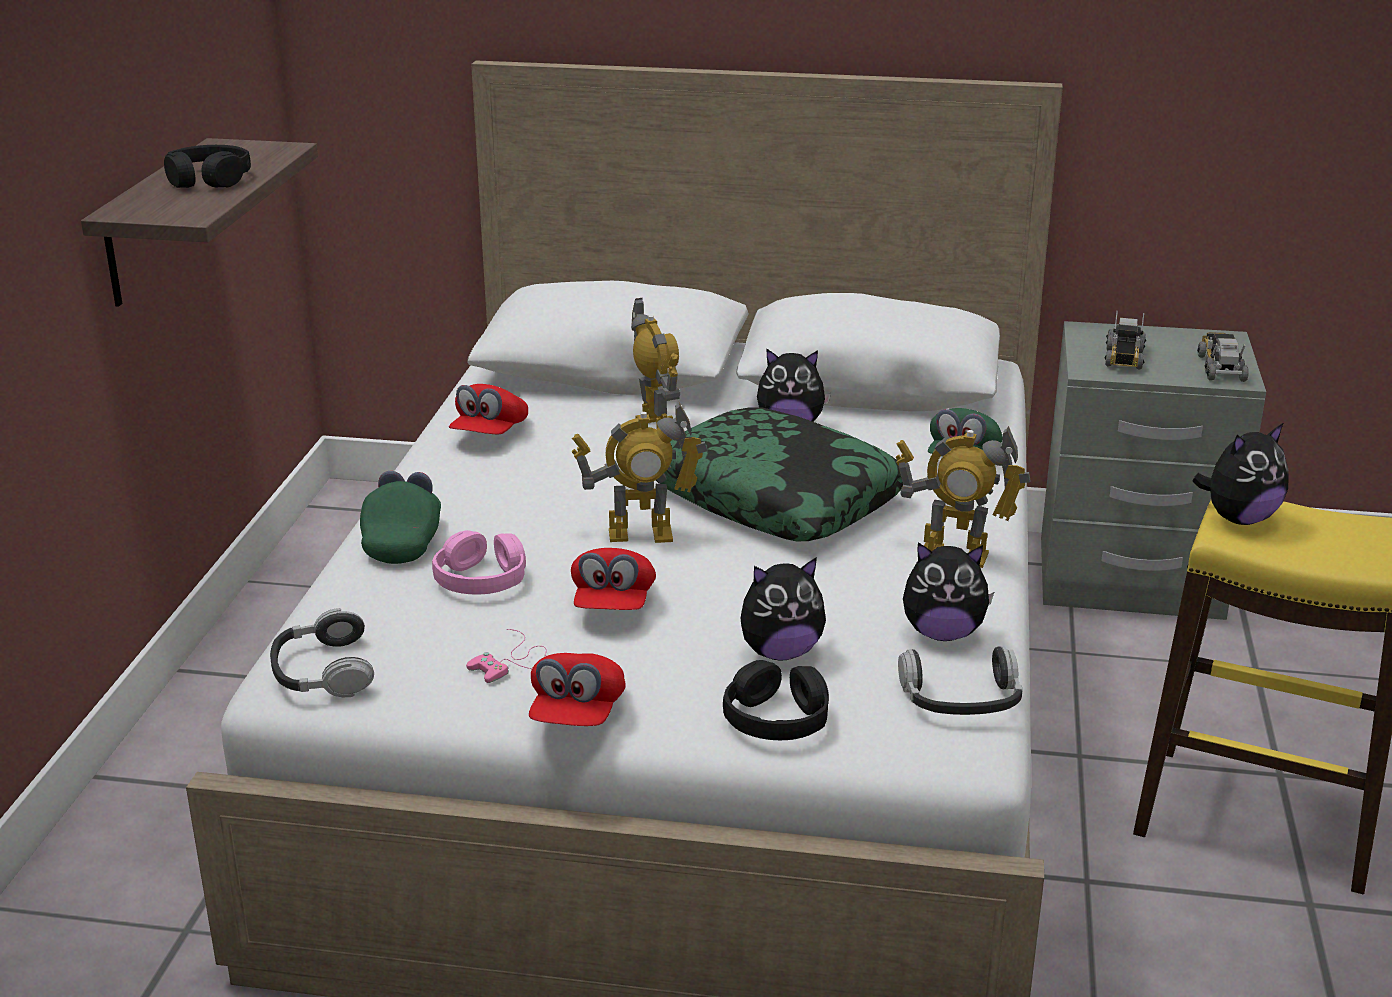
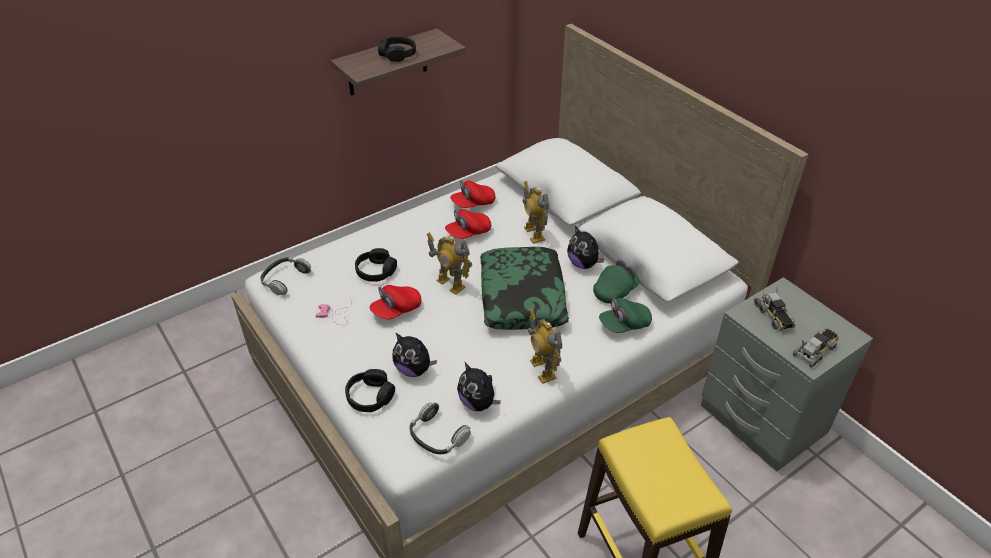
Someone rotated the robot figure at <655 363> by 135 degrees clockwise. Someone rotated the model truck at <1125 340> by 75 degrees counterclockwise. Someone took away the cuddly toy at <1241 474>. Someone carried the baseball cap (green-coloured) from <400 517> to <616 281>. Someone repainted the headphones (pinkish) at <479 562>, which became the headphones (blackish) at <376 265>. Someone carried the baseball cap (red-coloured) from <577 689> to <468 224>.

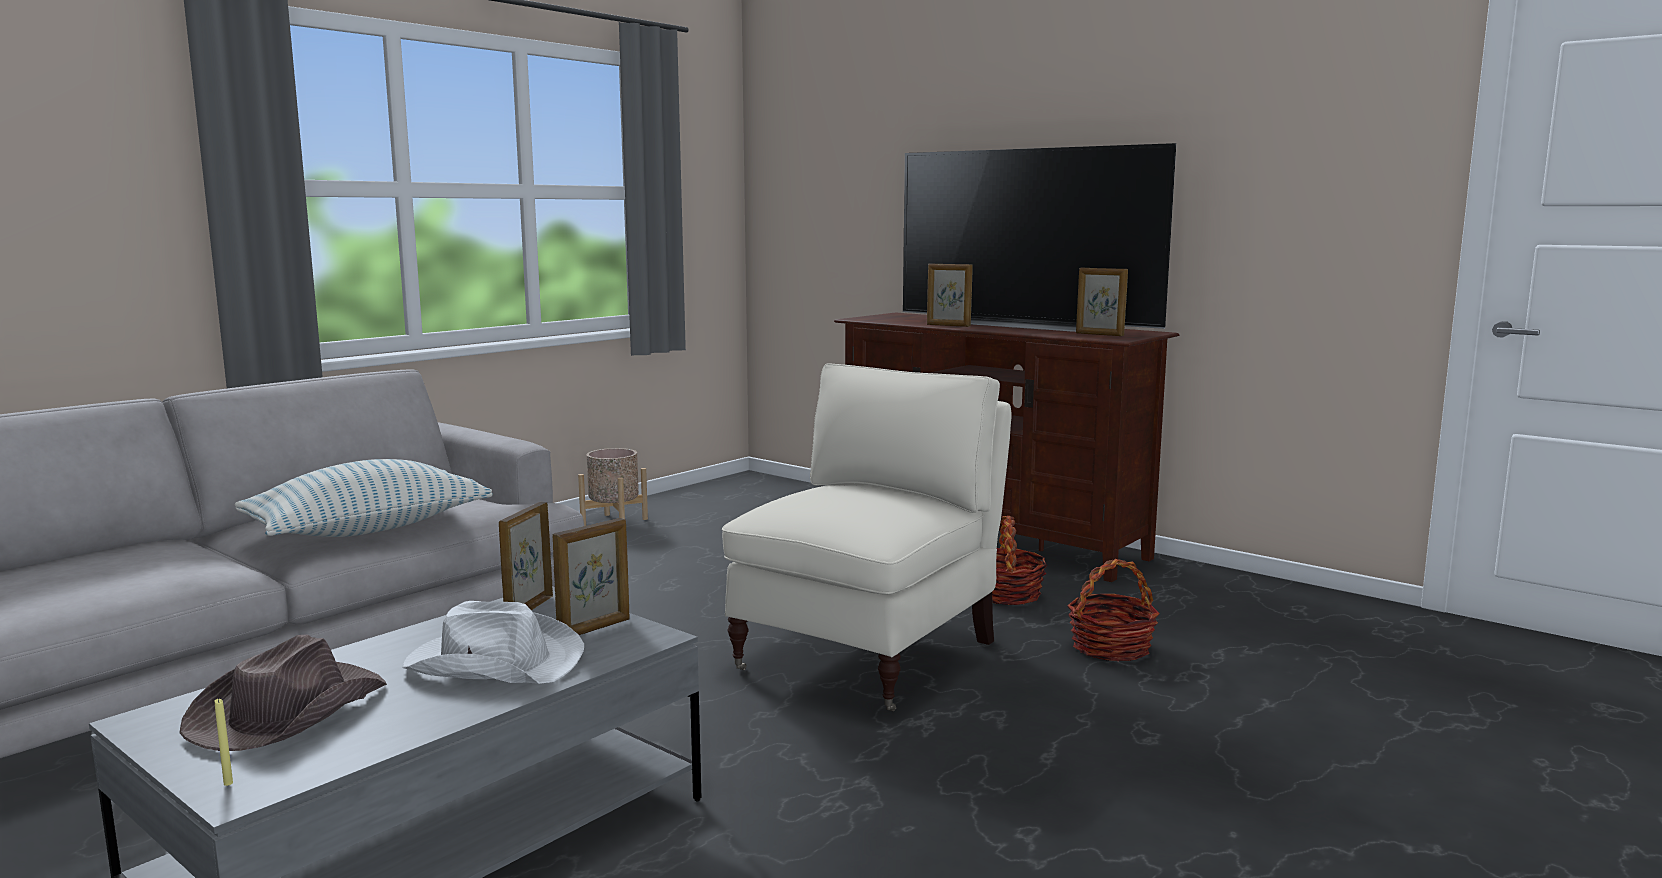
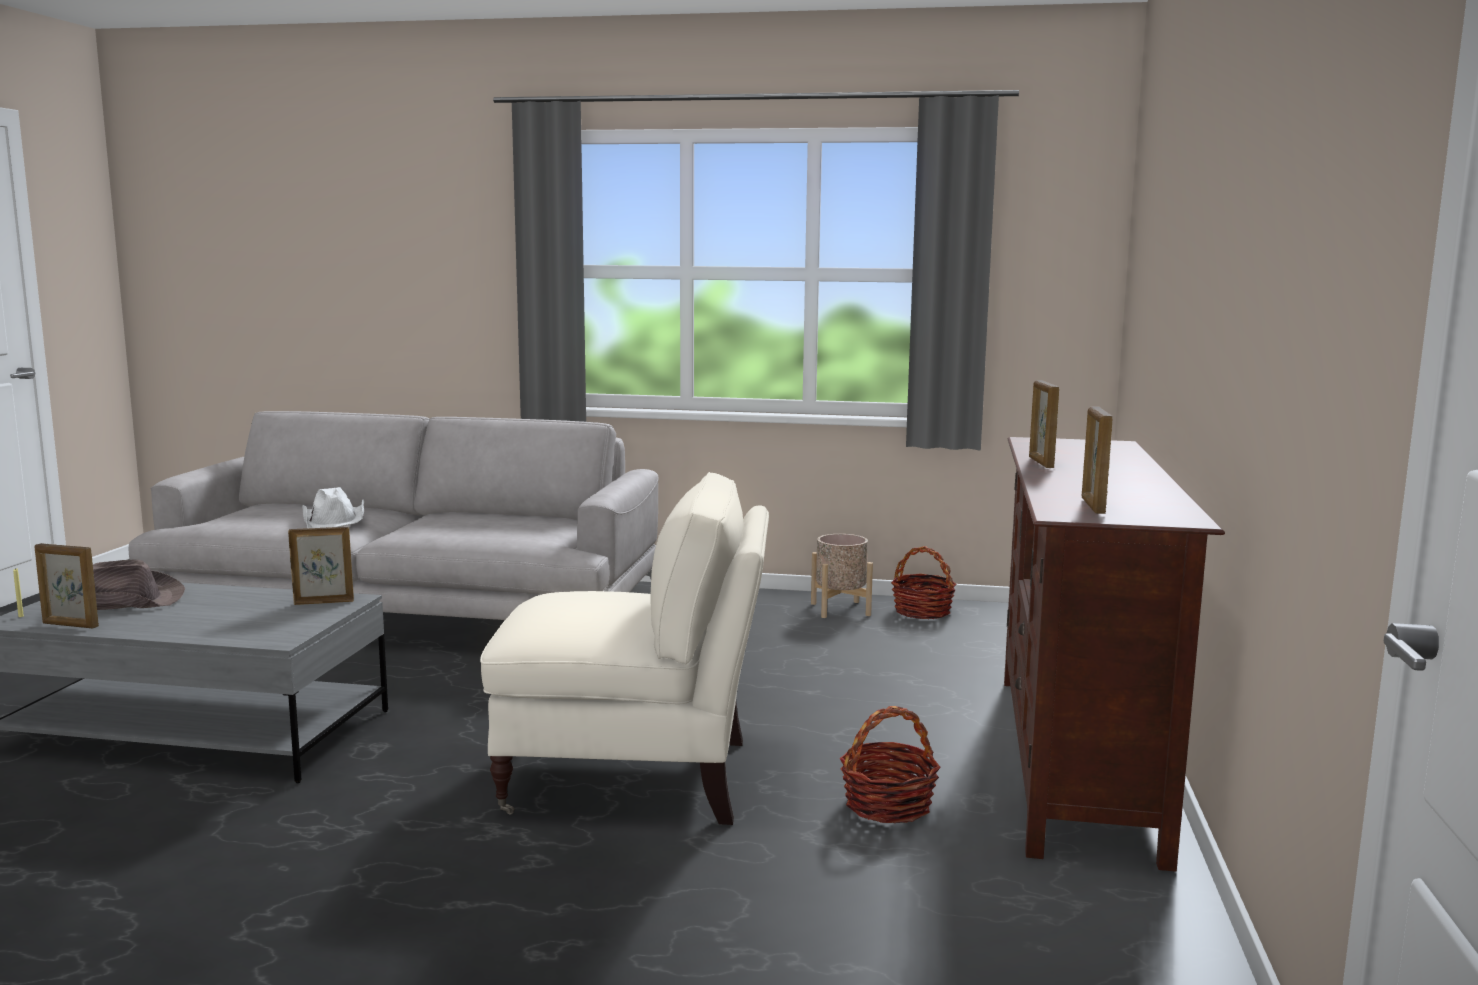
Someone took away the TV at <1039 237>. Someone took away the cushion at <363 498>. Someone carried the standing frame from <590 576> to <67 585>. Someone carried the household basket from <1113 610> to <923 582>. Someone carried the clothing hat (white) from <493 642> to <333 507>.

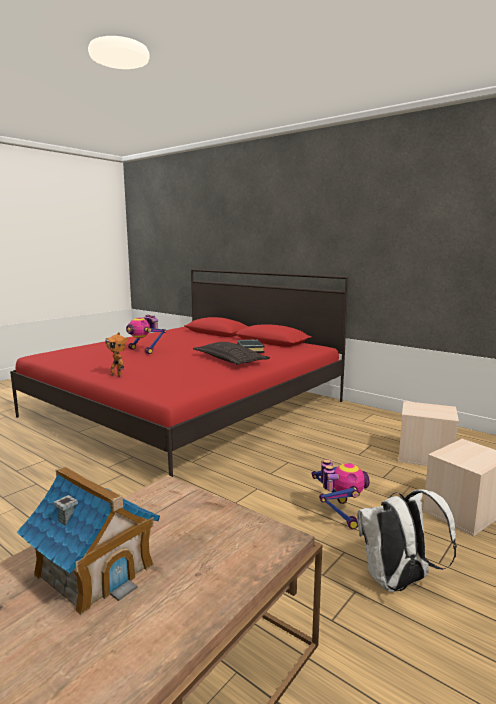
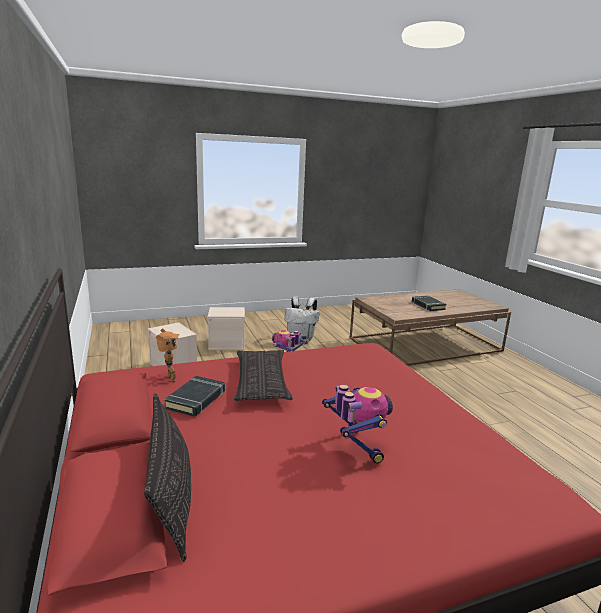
Someone carried the robot figure from <116 354> to <167 355>. Someone swapped the model house at <88 540> for the bound book (blackish) at <429 303>. Someone put down the cushion at <167 477>.

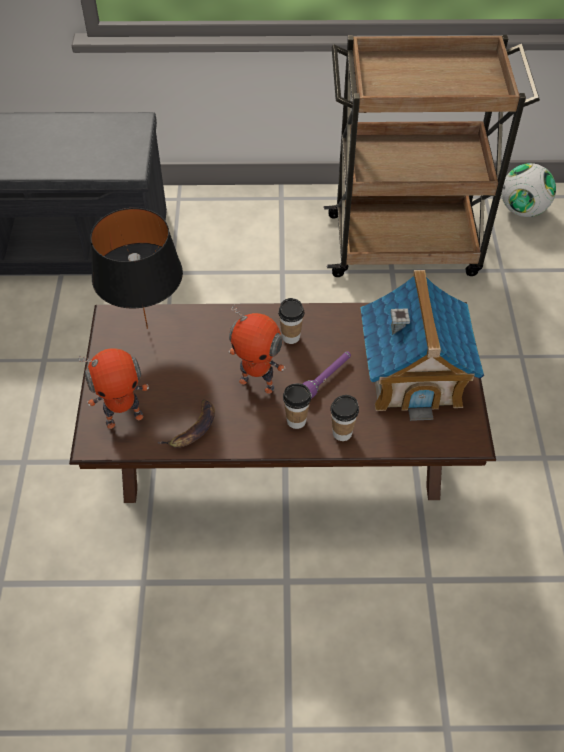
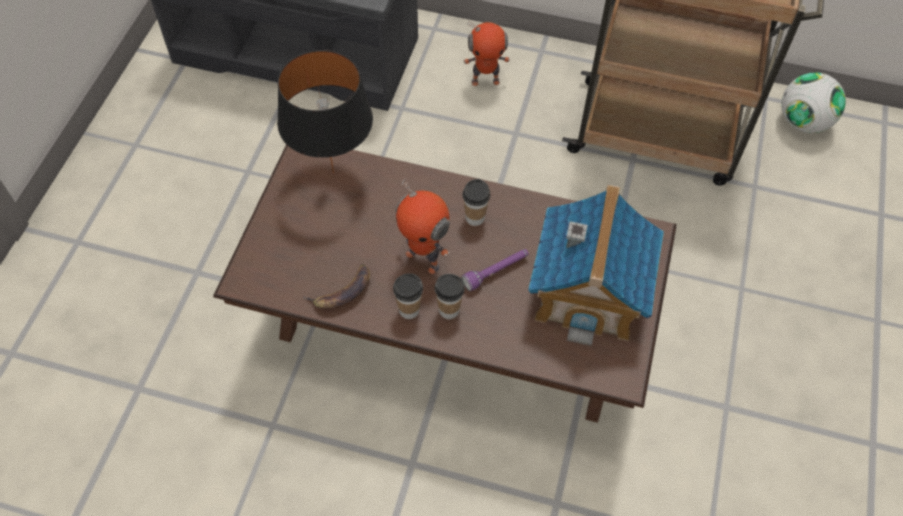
Someone carried the robot figure from <114 388> to <487 53>. Someone carried the small cup from <344 418> to <408 296>.

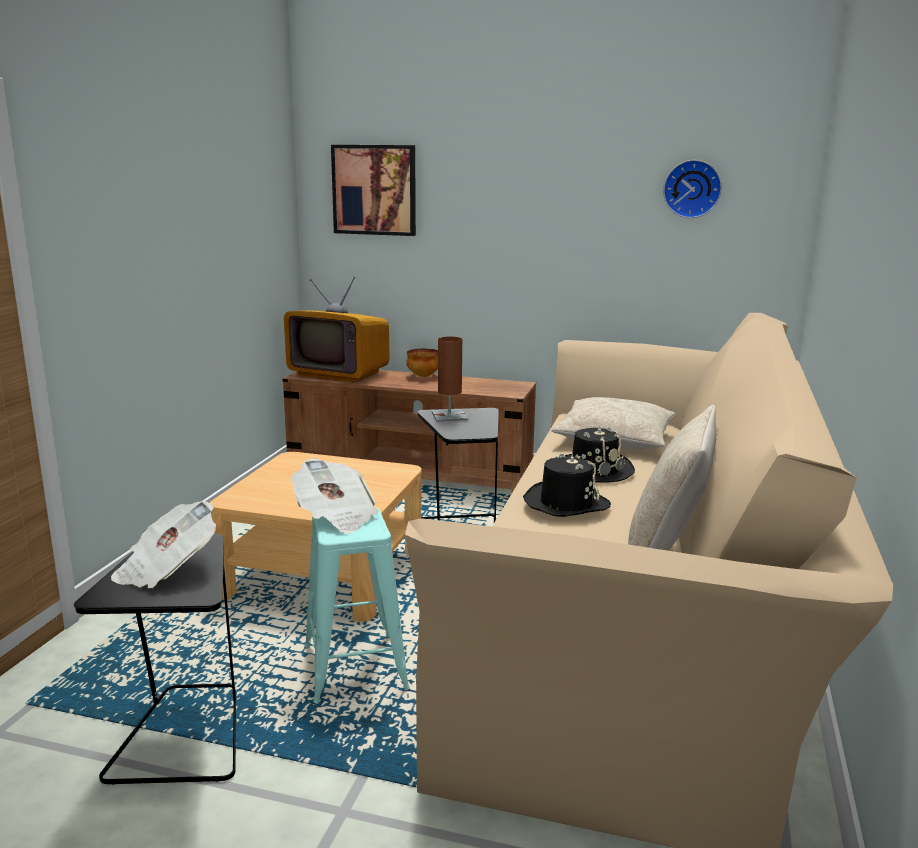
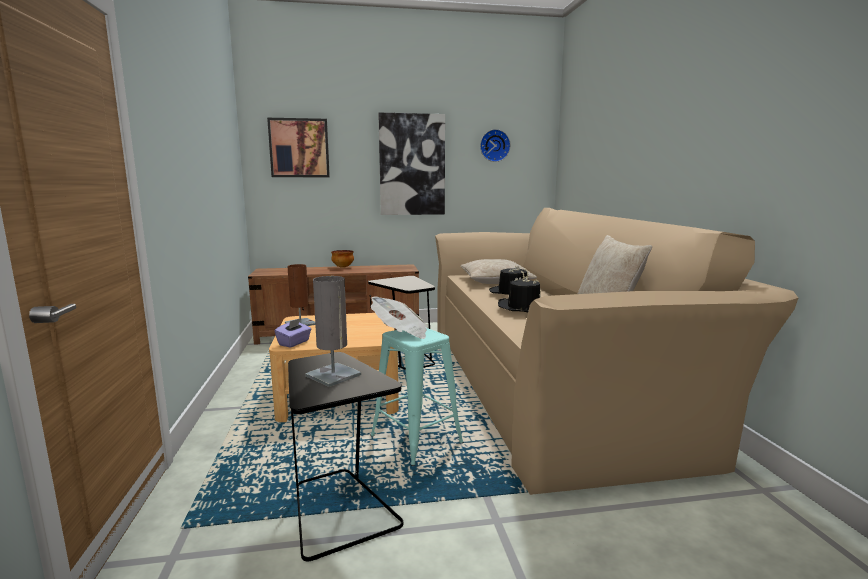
Someone took away the TV at <337 329>. Someone carried the lamp for a table (brownish) from <450 379> to <300 295>. Someone swapped the printed paper at <163 545> for the lamp for a table (gray) at <333 331>. Someone put up the wall picture at <411 164>. Someone put down the tissue holder (purple-coloured) at <293 333>.

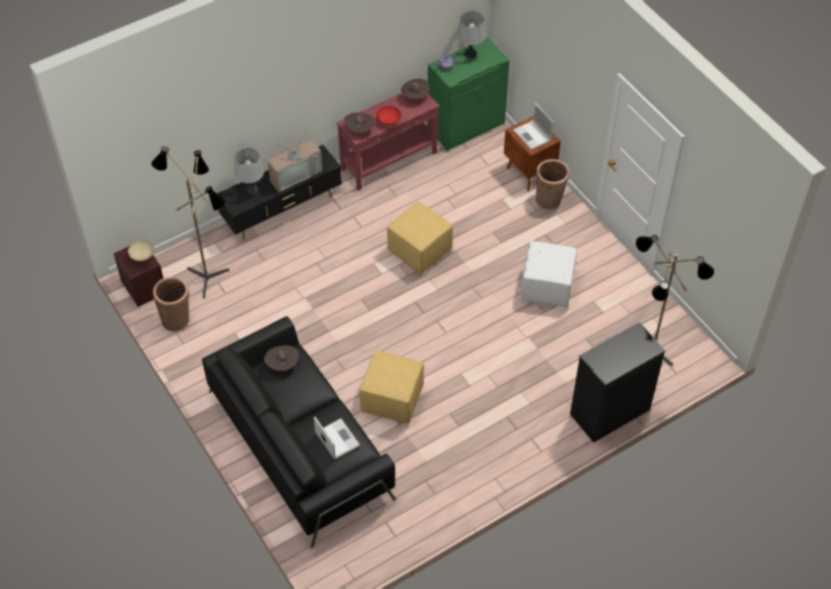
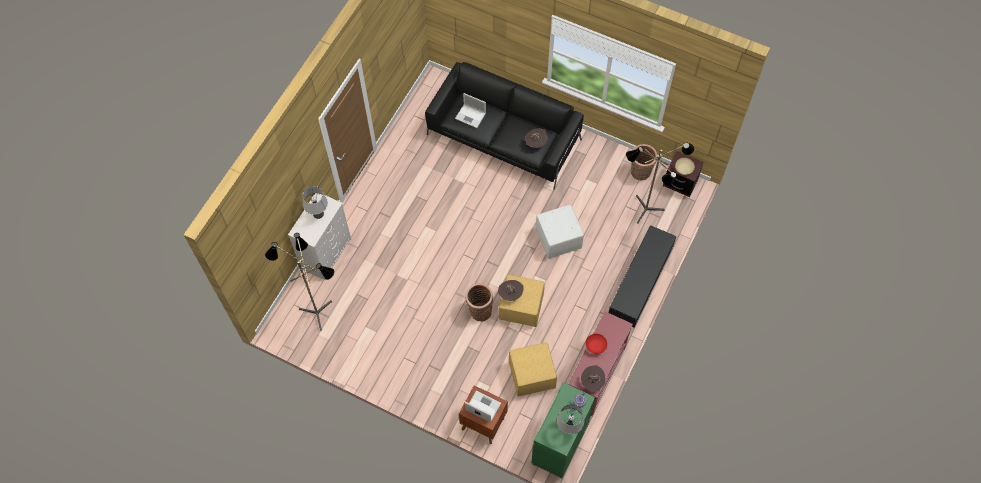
Someone carried the clothing hat (brownish) from <359 122> to <510 290>. Someone took away the TV at <295 162>. Someone carried the lamp for a table (gray) from <249 171> to <315 202>. Someone carried the household basket from <552 184> to <479 302>. Someone carried the pouffe (white) from <549 274> to <560 232>. Someone repainted the chest of drawers (blackish) at <617 382>, which became the chest of drawers (white) at <319 237>. Someone carried the pouffe (yellow) from <392 387> to <533 369>.

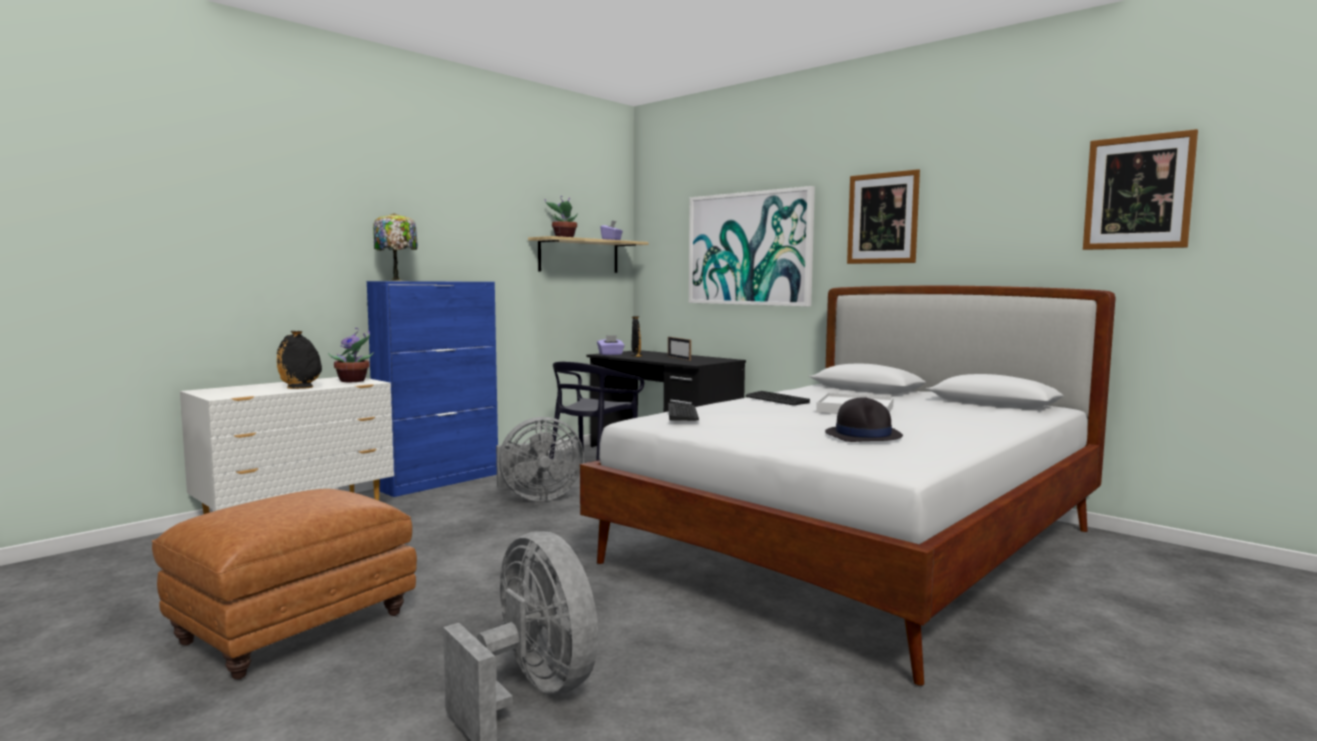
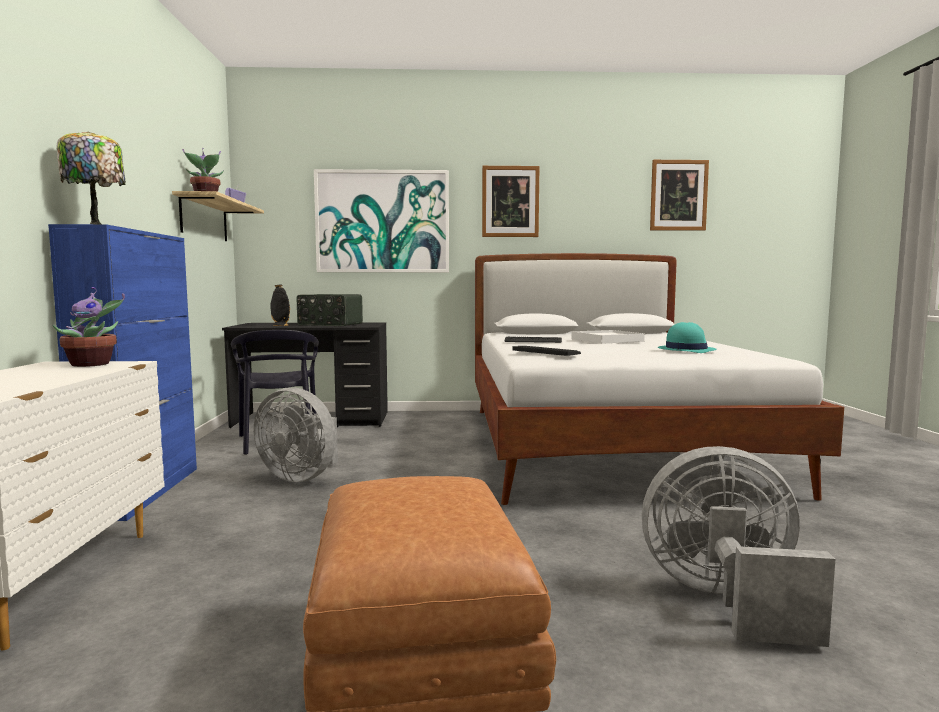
Someone took away the flower vase (blackish) at <299 360>. Someone took away the tissue holder (purple-coloured) at <611 345>. Someone swapped the standing frame at <679 349> for the radio set at <329 310>. Someone repainted the clothing hat (blackish) at <864 420>, which became the clothing hat (turquoise-coloured) at <687 337>. Someone rotated the fan (gray) at <540 459> by 90 degrees clockwise.

